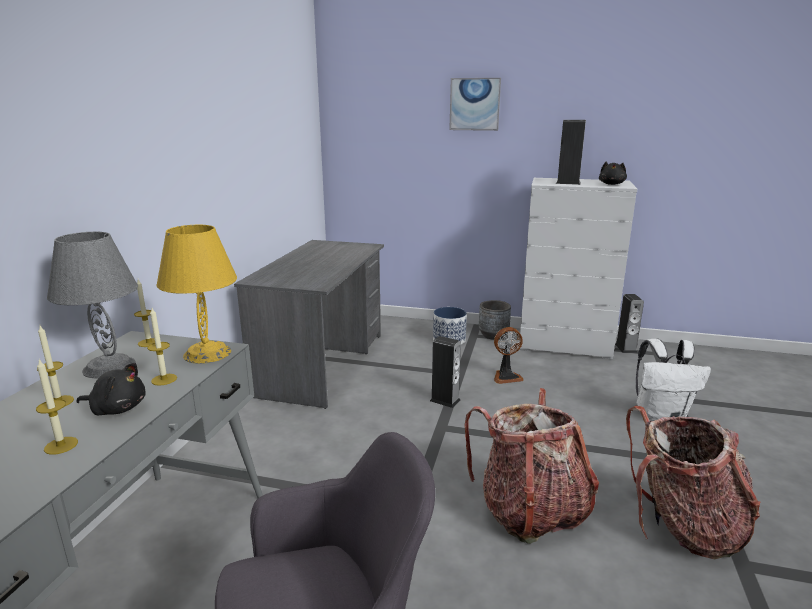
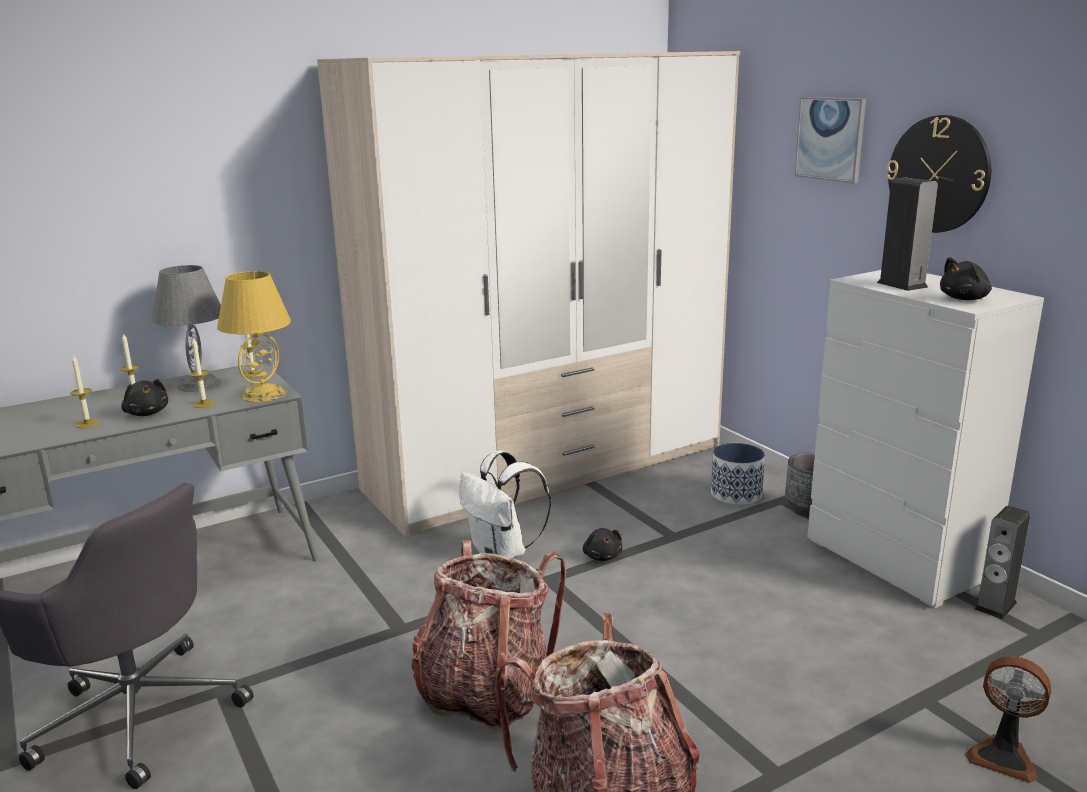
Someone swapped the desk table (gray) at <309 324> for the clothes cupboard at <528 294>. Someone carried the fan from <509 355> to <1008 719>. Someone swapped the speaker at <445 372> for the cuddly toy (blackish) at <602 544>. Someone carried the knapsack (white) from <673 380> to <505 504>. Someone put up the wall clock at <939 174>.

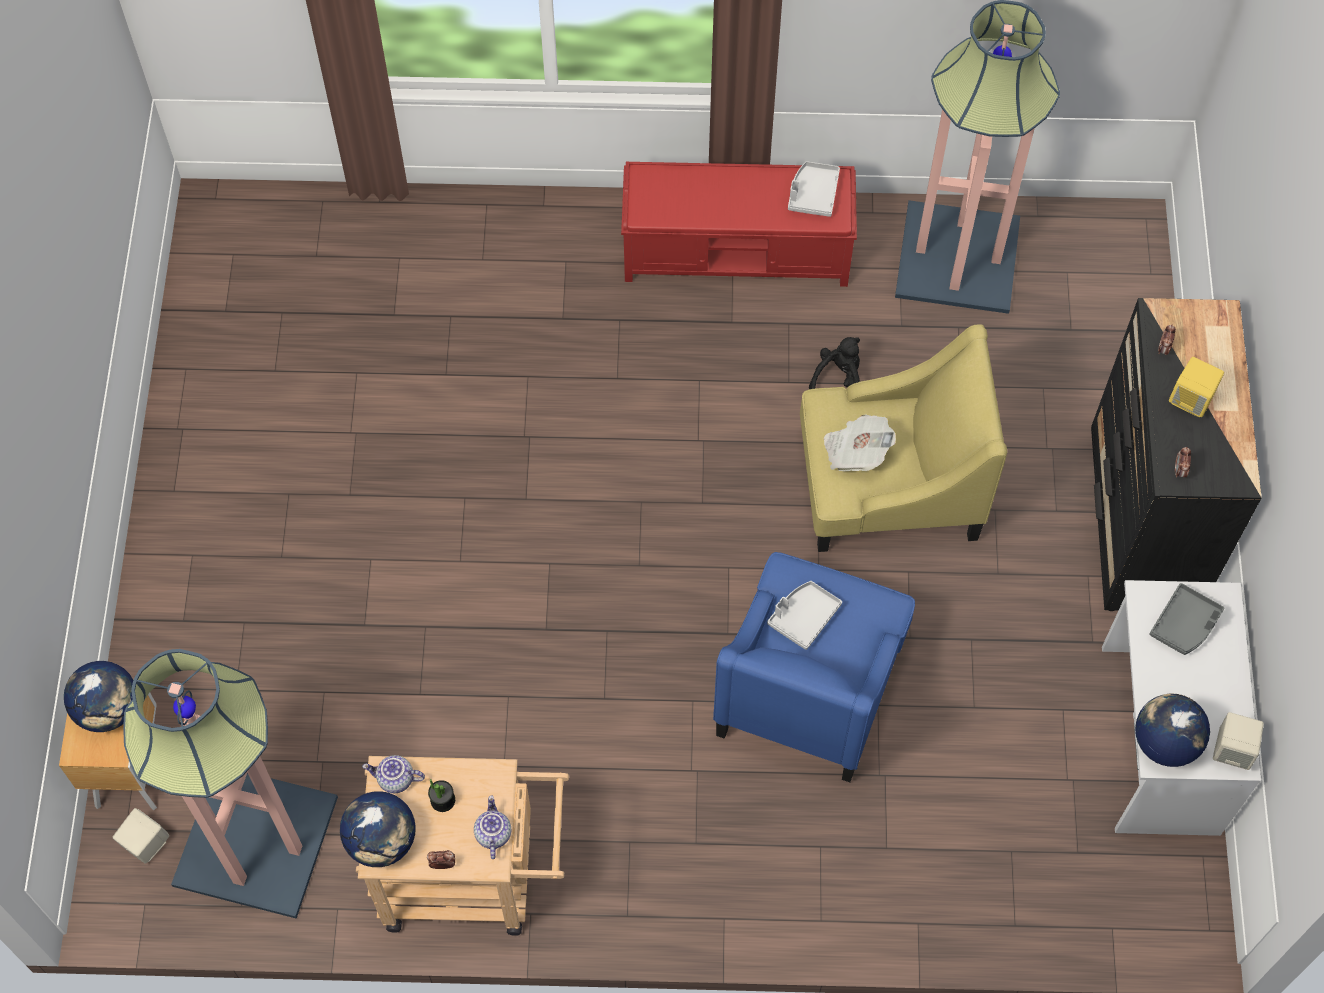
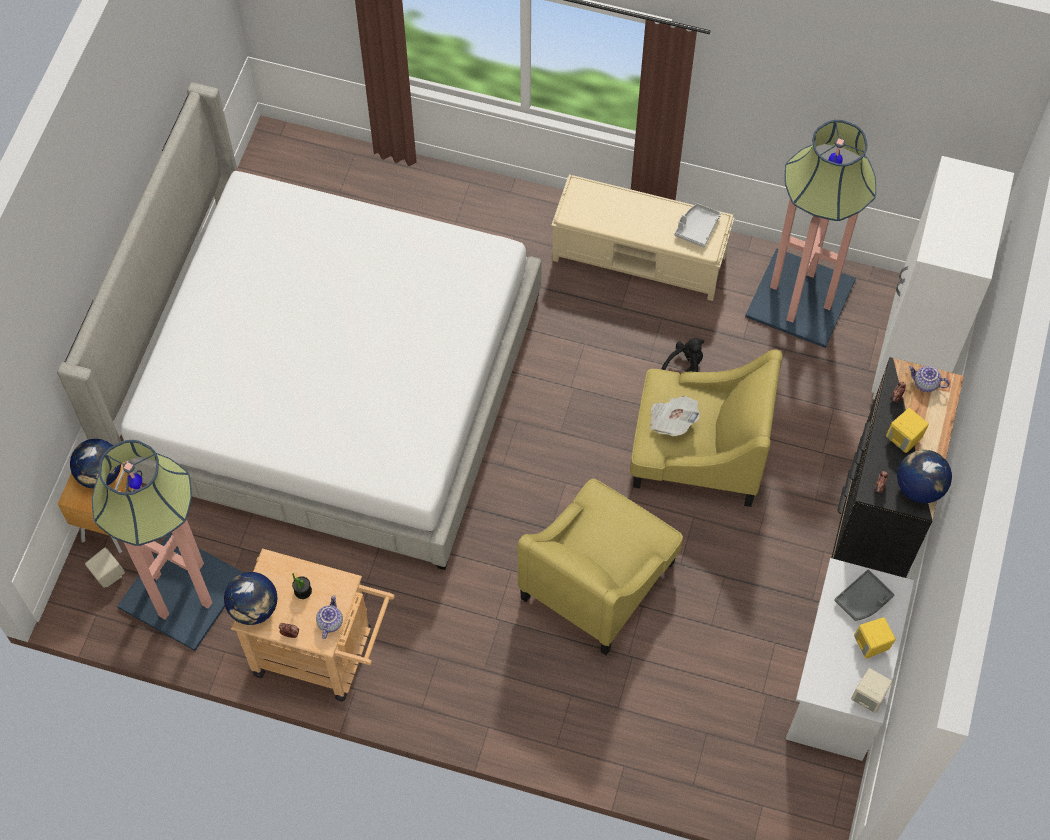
Someone repainted the long seat (red-coloured) at <739 224>, which became the long seat (beige) at <642 237>. Someone repainted the lounge chair (blue) at <814 667>, which became the lounge chair (yellow) at <600 566>. Someone took away the tray (gray) at <804 615>. Someone carried the globe from <1172 730> to <924 476>. Someone carried the teapot from <393 774> to <928 379>. Someone put down the sleeping bed at <299 326>. Someone put down the clothes cupboard (white) at <942 278>. Someone put down the speaker (yellow) at <875 637>.

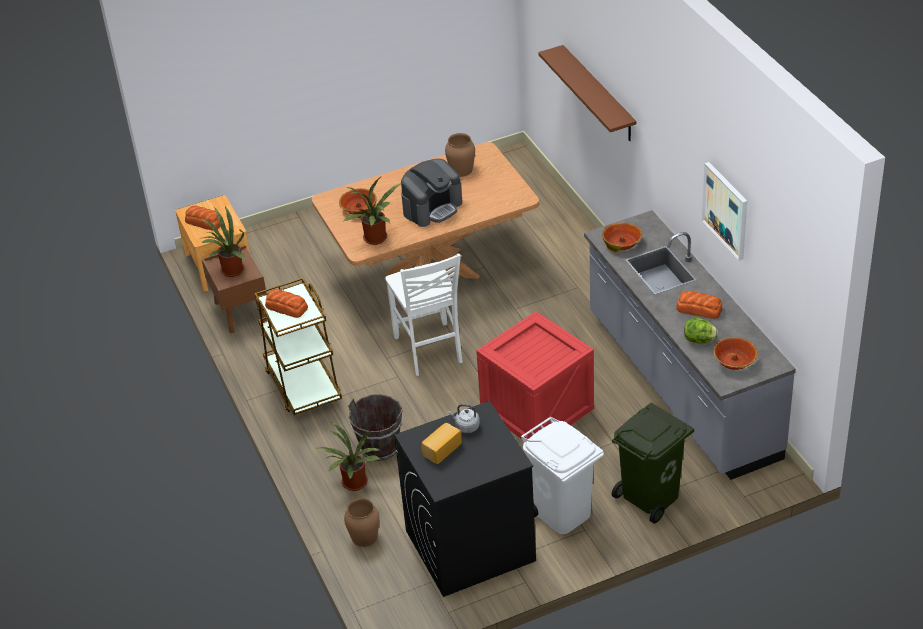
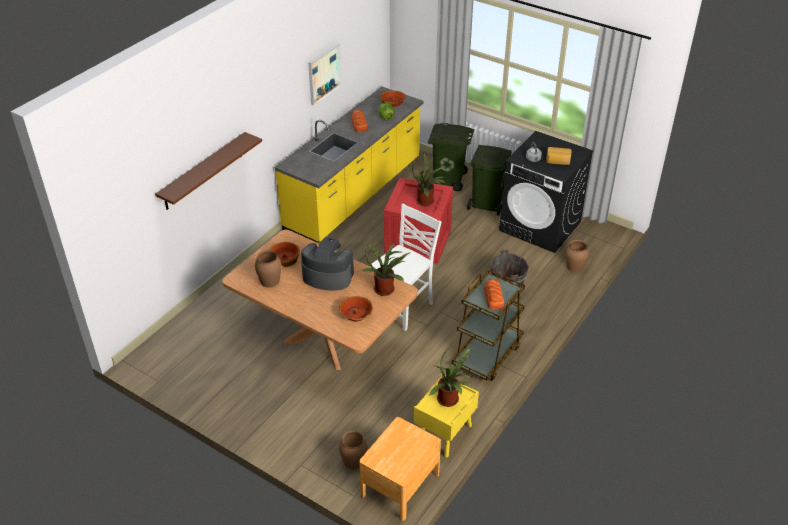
Someone took away the bread at <203 218>. Someone repainted the counter (gray) at <690 345>, which became the counter (yellow) at <349 165>. Someone carried the serving bowl from <622 237> to <284 254>. Someone repainted the bedside table (brownish) at <234 289>, which became the bedside table (yellow) at <446 416>. Someone repainted the waste bin (white) at <562 475>, which became the waste bin (green-coloured) at <489 180>. Someone carried the potted plant from <348 456> to <429 179>. Someone put down the flower vase (brownish) at <353 450>.

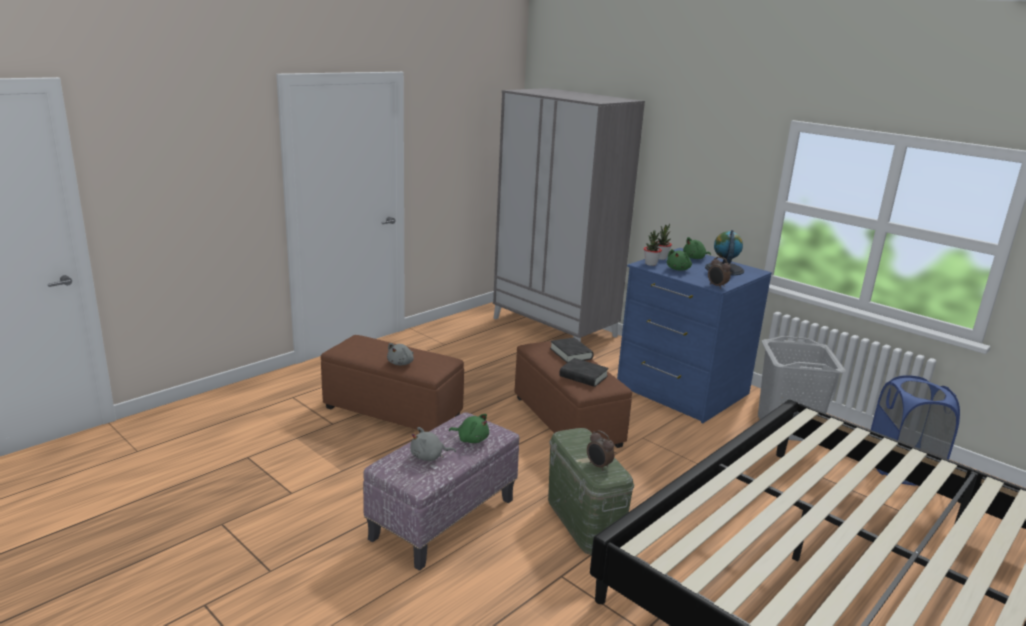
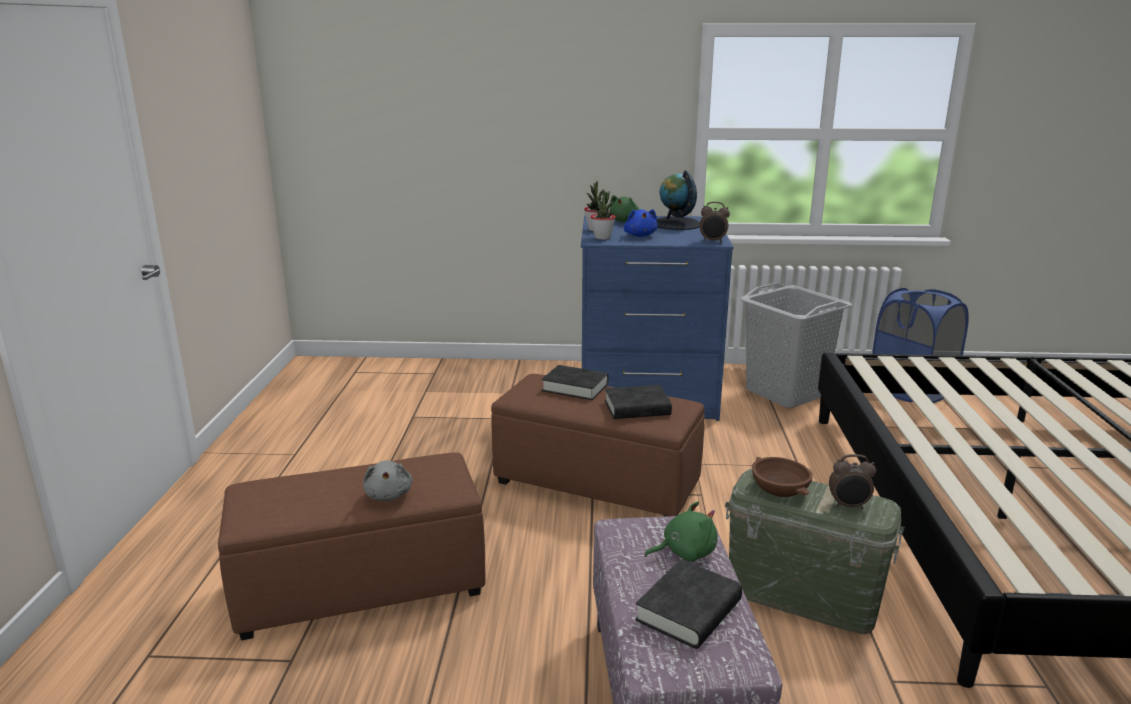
Someone took away the clothes cupboard (gray) at <569 215>. Someone repainted the cuddly toy (green-coloured) at <679 260>, which became the cuddly toy (blue) at <640 223>. Someone swapped the cuddly toy (gray) at <433 444> for the bound book (blackish) at <688 604>. Someone put down the serving bowl (brownish) at <782 477>.

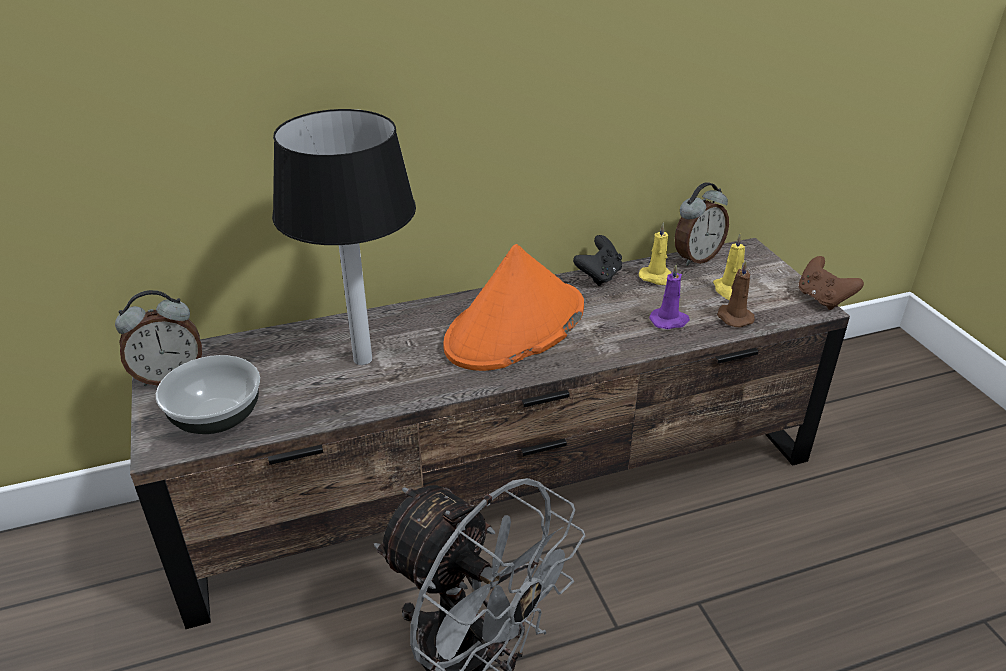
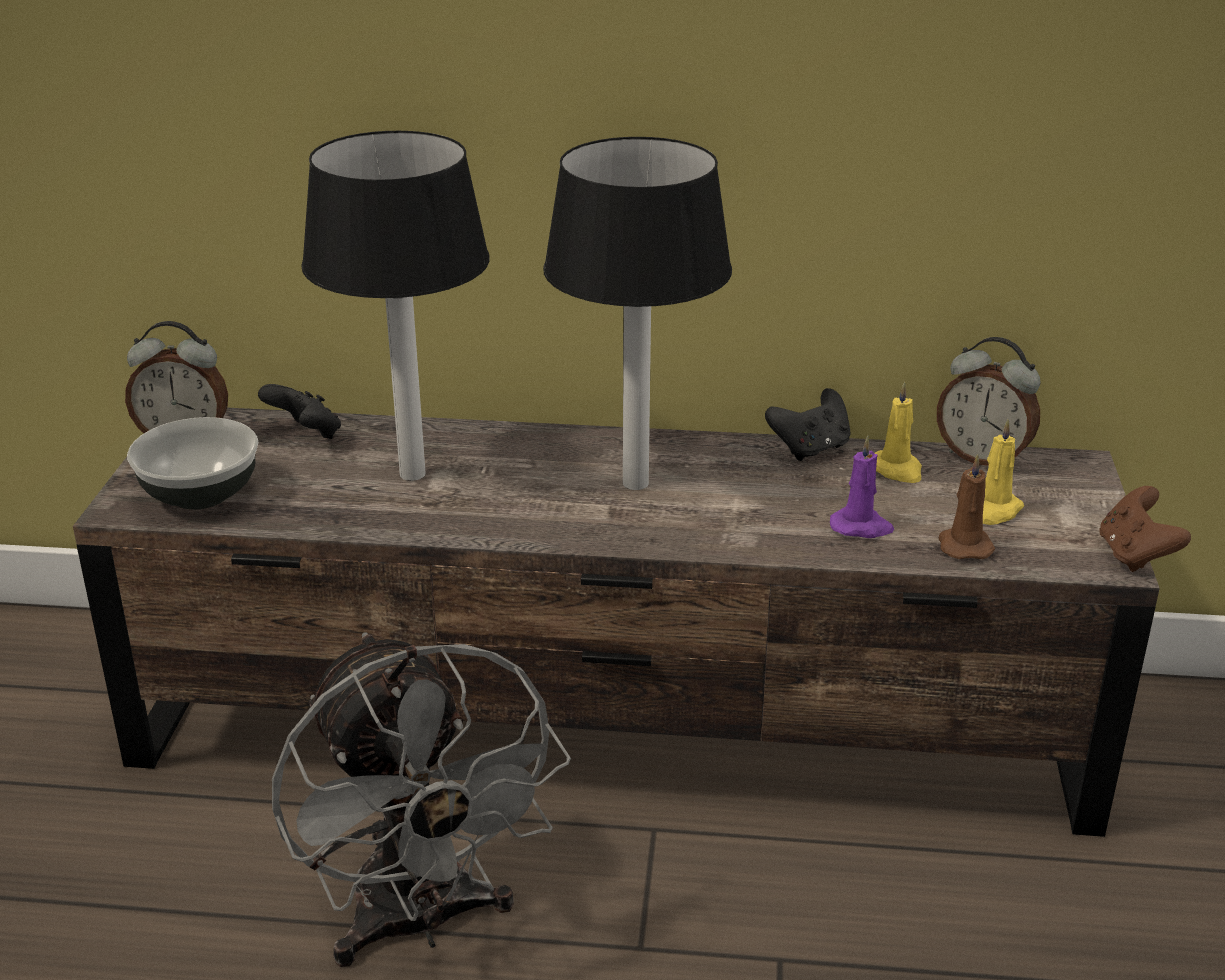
Someone rotated the bedside clock at <702 224> by 45 degrees clockwise. Someone swapped the clothing hat (orange-coloured) at <513 307> for the lamp for a table at <637 313>. Someone put down the game controller (blackish) at <299 411>.

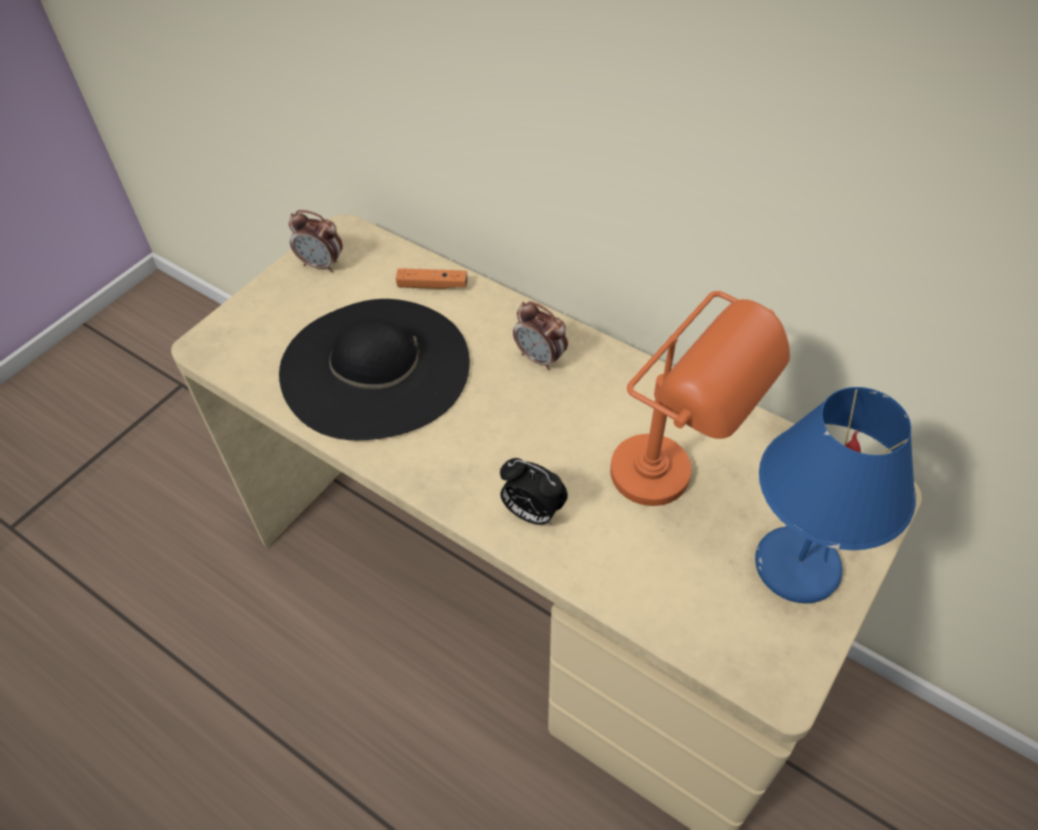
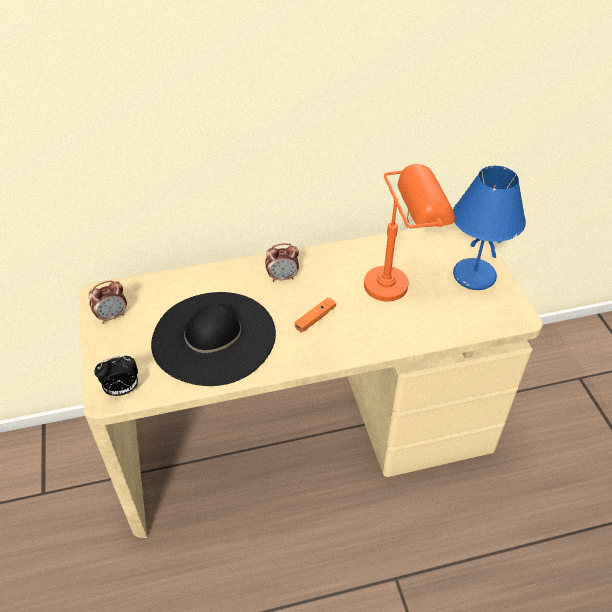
Someone carried the game controller (orange-coloured) from <432 278> to <315 315>. Someone carried the bedside clock from <534 491> to <116 376>.

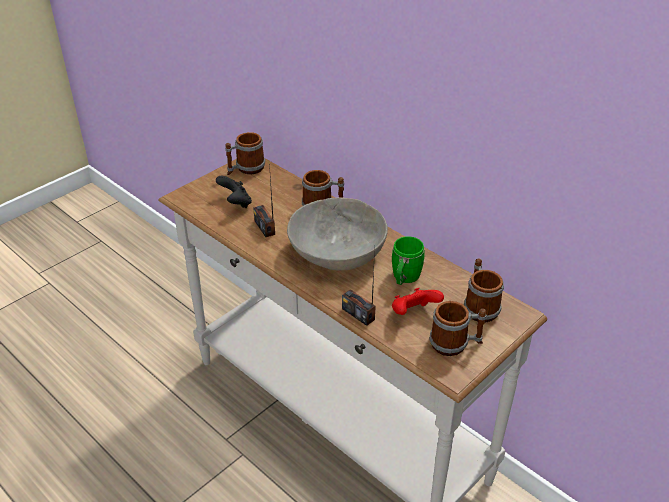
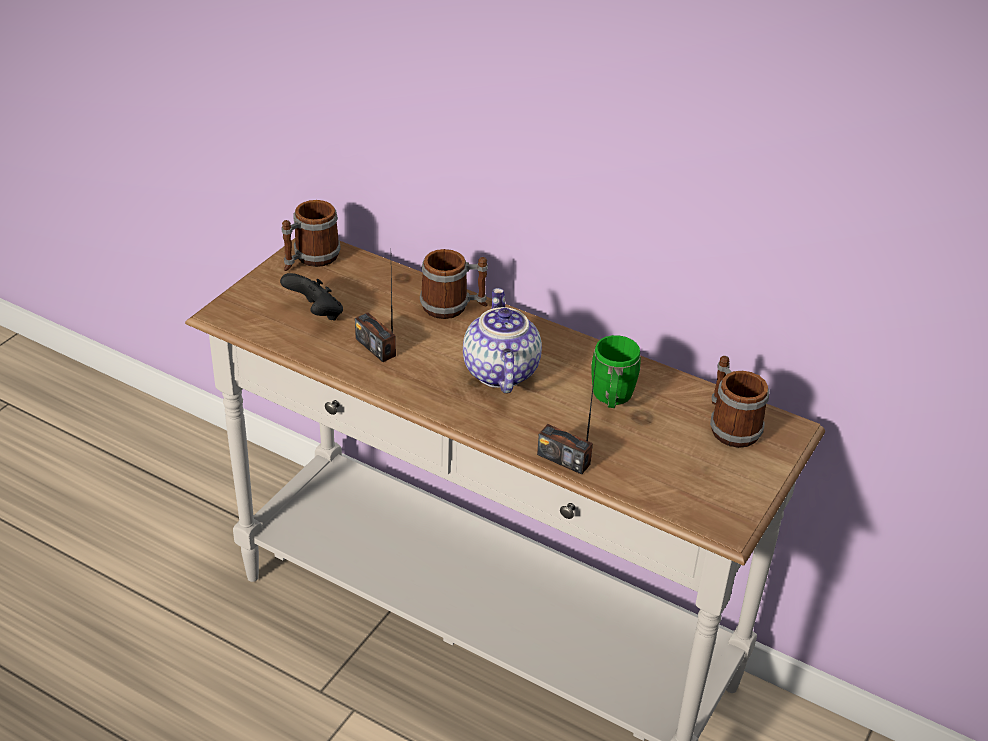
Someone swapped the serving bowl (gray) at <337 233> for the teapot at <502 340>. Someone took away the game controller (red-coloured) at <418 301>. Someone took away the mug at <457 328>.

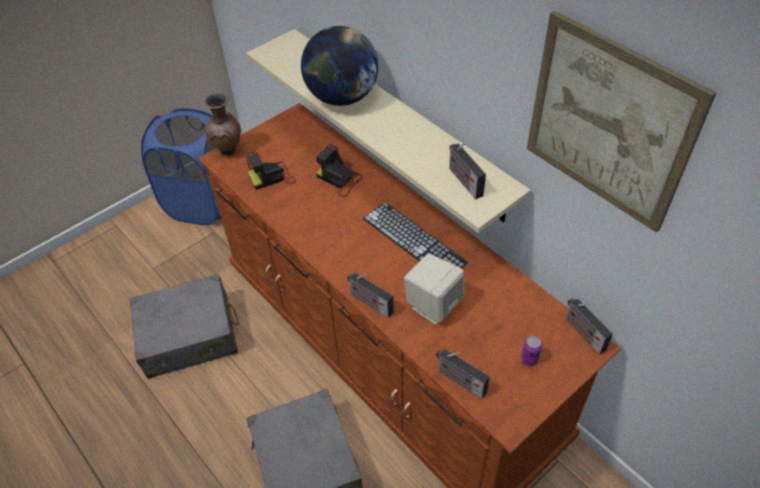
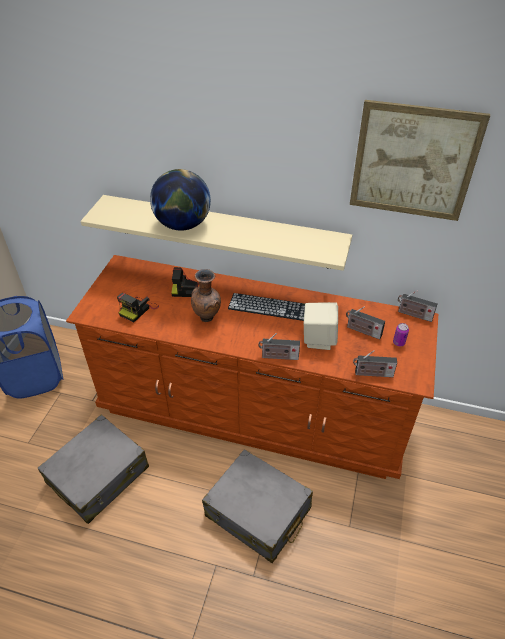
Someone carried the flower vase (brownish) from <222 124> to <206 295>. Someone carried the radio set from <467 171> to <365 323>.

